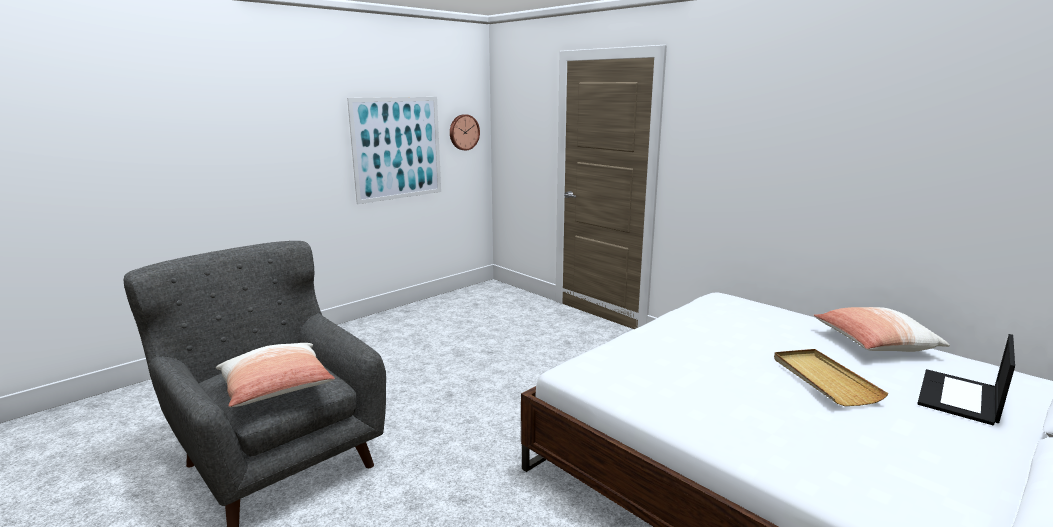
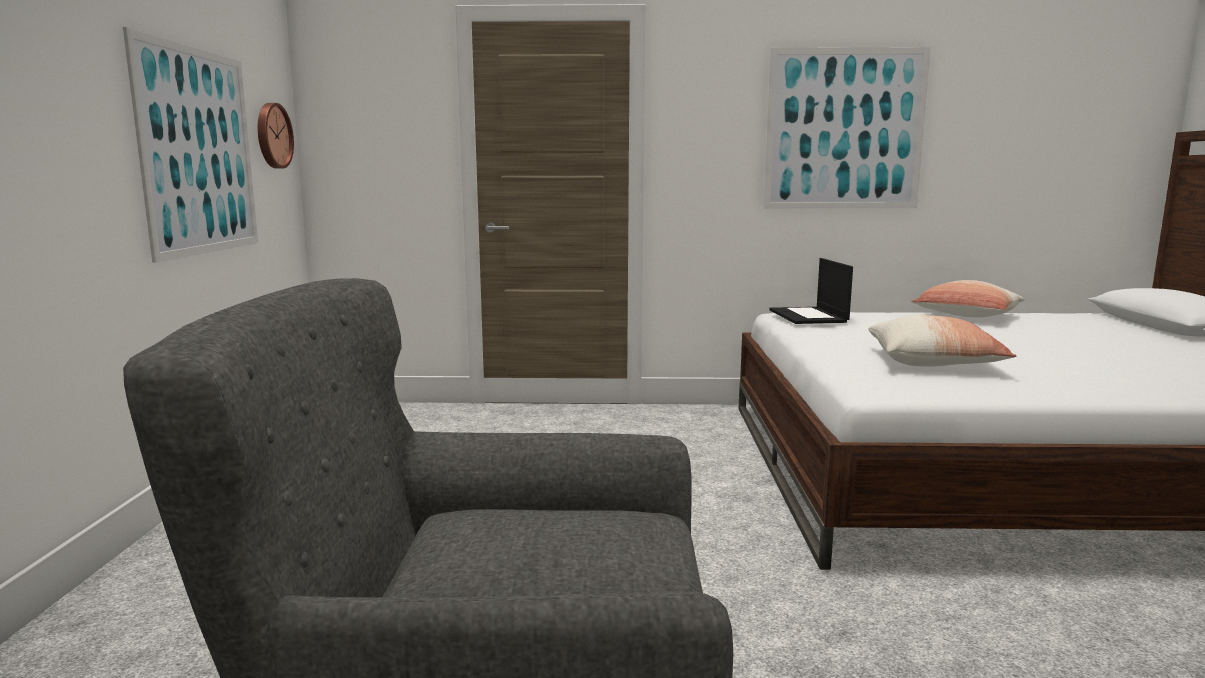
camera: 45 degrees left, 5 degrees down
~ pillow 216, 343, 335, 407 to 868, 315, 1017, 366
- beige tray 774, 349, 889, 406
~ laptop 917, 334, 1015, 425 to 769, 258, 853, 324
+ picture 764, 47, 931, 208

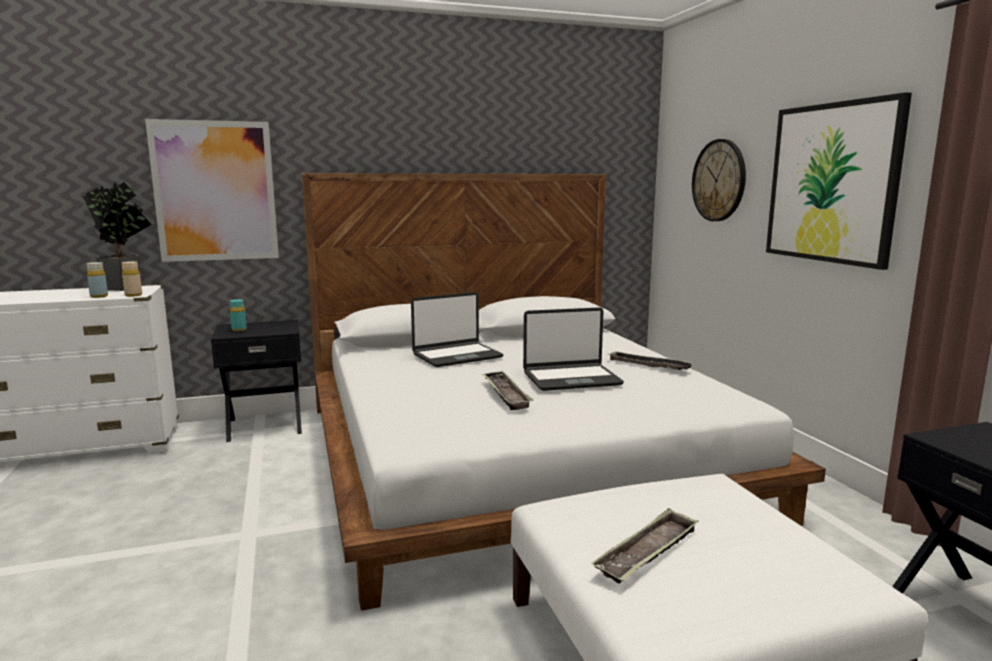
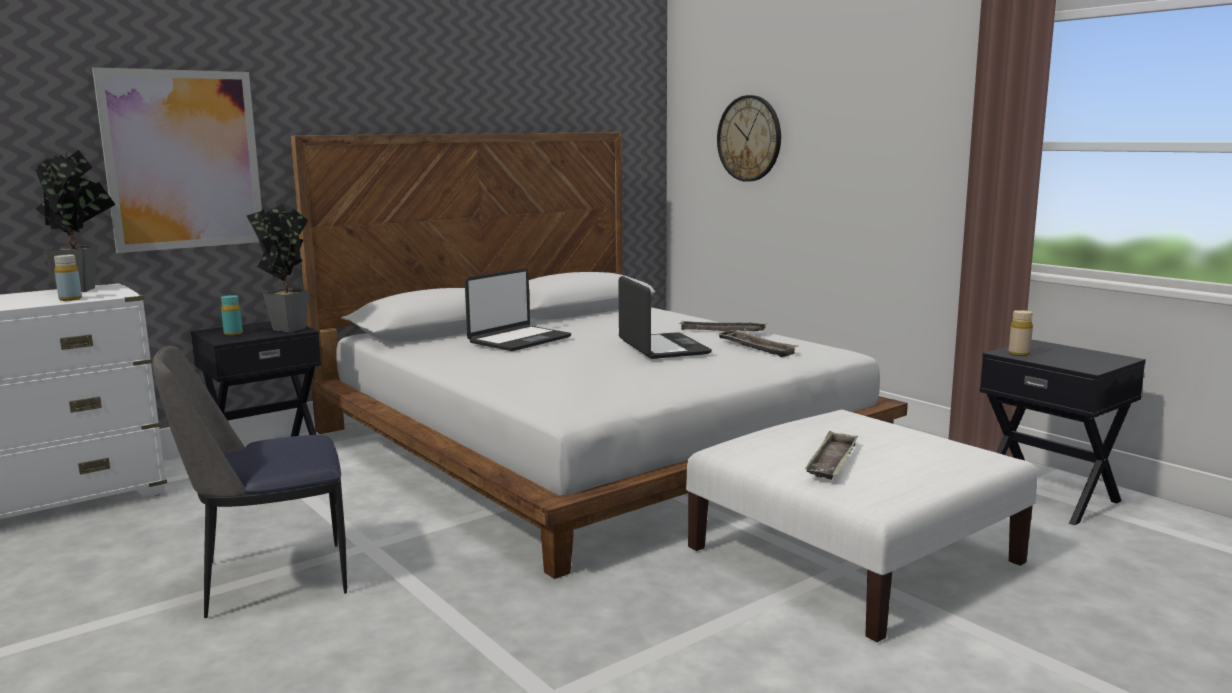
camera: 20 degrees left, 0 degrees up
~ beige bottle 122, 261, 142, 297 to 1009, 310, 1033, 356
~ tray 482, 371, 533, 410 to 717, 330, 798, 357
~ laptop 523, 307, 624, 391 = 618, 276, 712, 359 75 degrees counterclockwise
- picture 766, 92, 912, 270
+ chair 153, 346, 347, 618
+ potted plant 247, 204, 310, 332

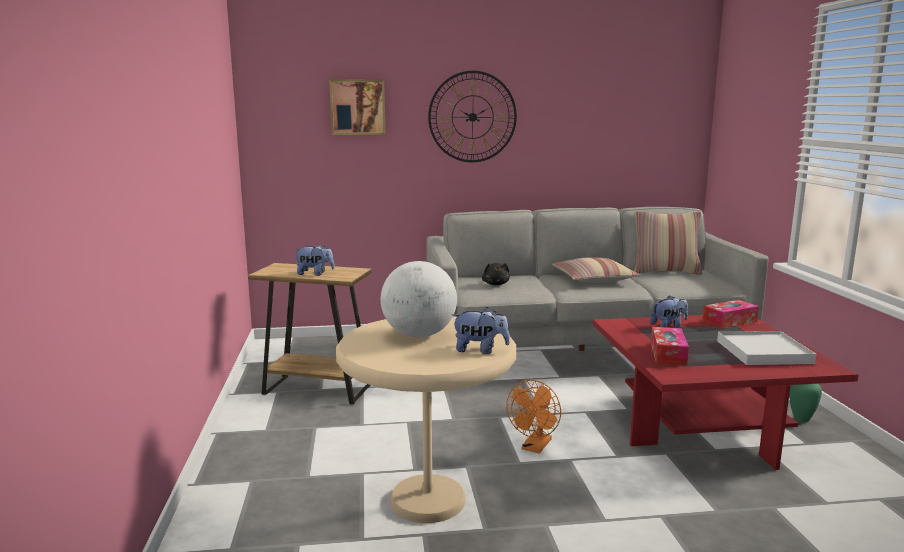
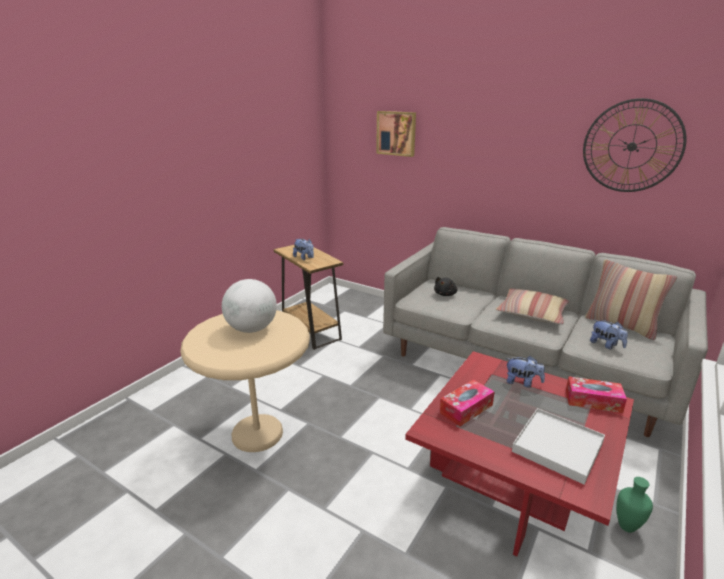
camera: 40 degrees right, 10 degrees up
~ wall clock 428, 71, 517, 162 to 583, 98, 686, 192
~ plush toy 452, 307, 510, 354 to 590, 320, 628, 349
- orange fan 506, 380, 561, 454

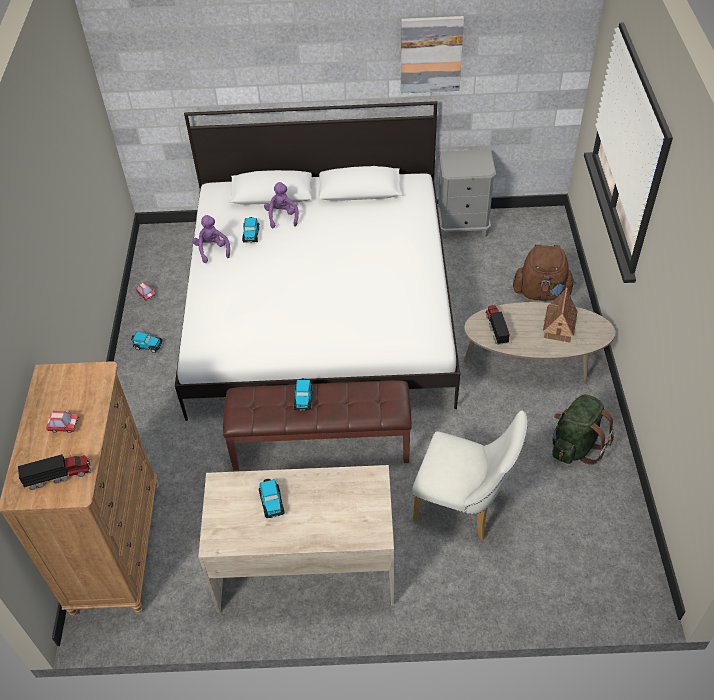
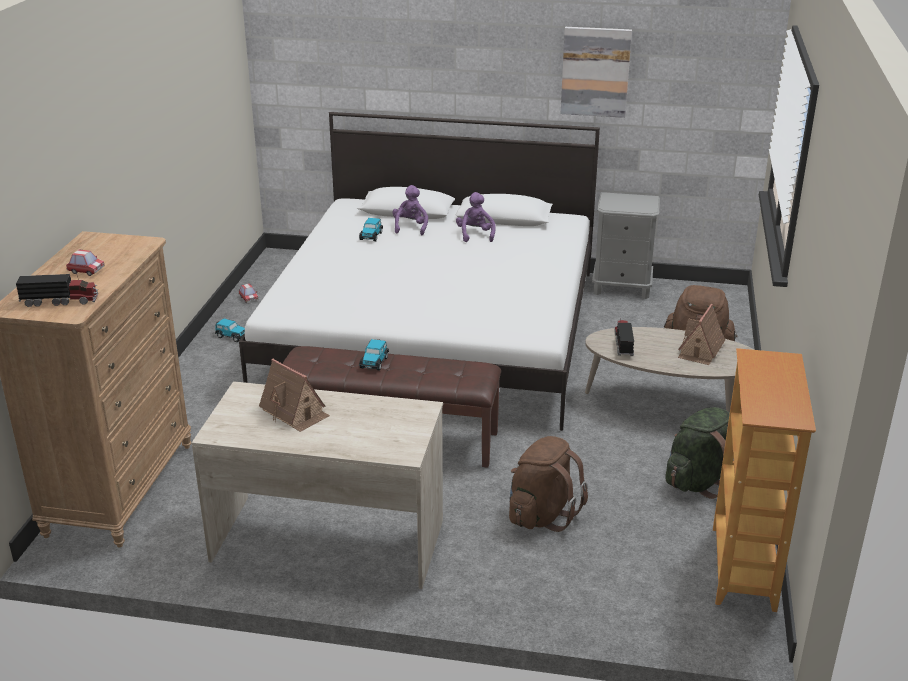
camera: 10 degrees right, 20 degrees down
~ purple plush toy 192, 215, 230, 263 to 456, 192, 496, 242
~ toy car 258, 479, 285, 518 to toy house 259, 359, 330, 432
~ white chair 412, 410, 527, 540 to brown backpack 509, 436, 588, 532
+ bookcase 713, 348, 816, 612

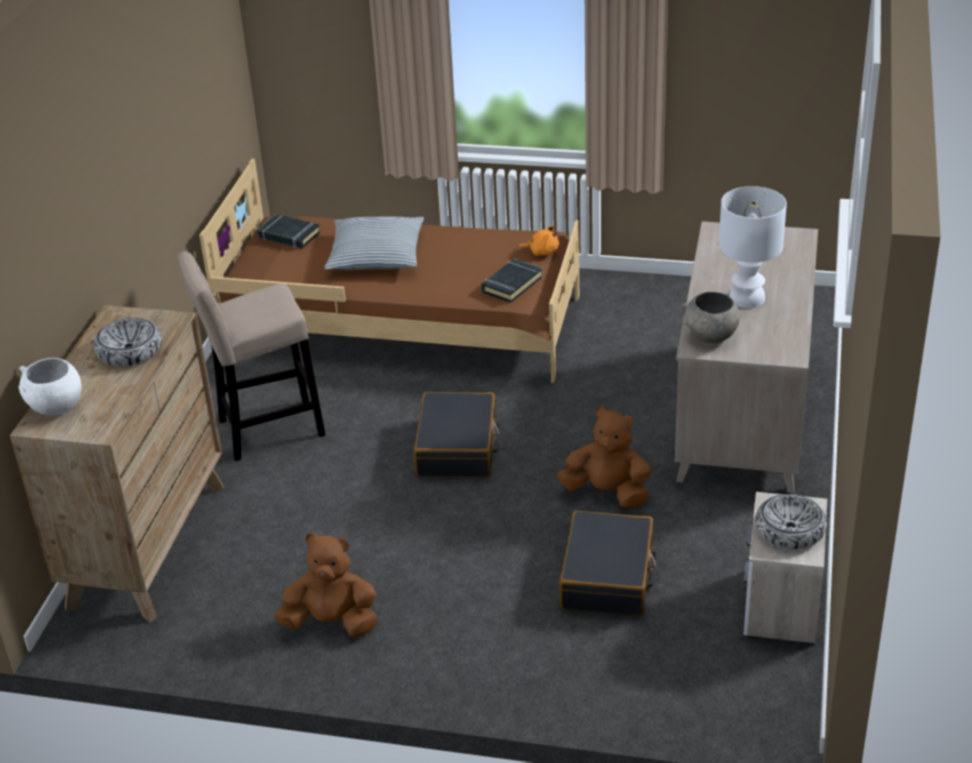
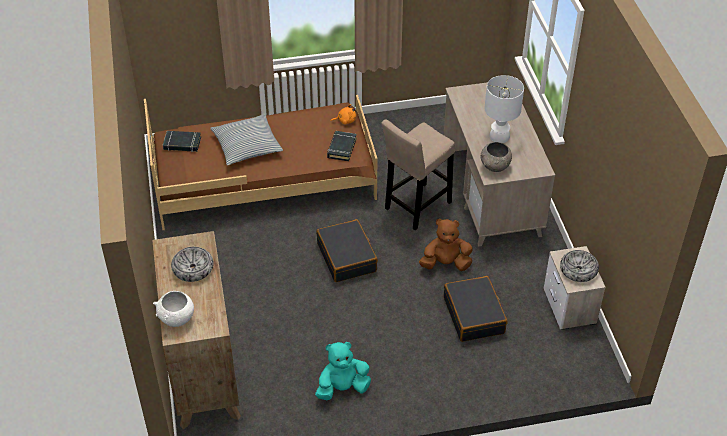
camera: 25 degrees left, 10 degrees up
~ beige stool 178, 251, 325, 461 to 381, 120, 455, 230
~ brown plush toy 274, 533, 378, 637 to turquoise plush toy 315, 342, 371, 400

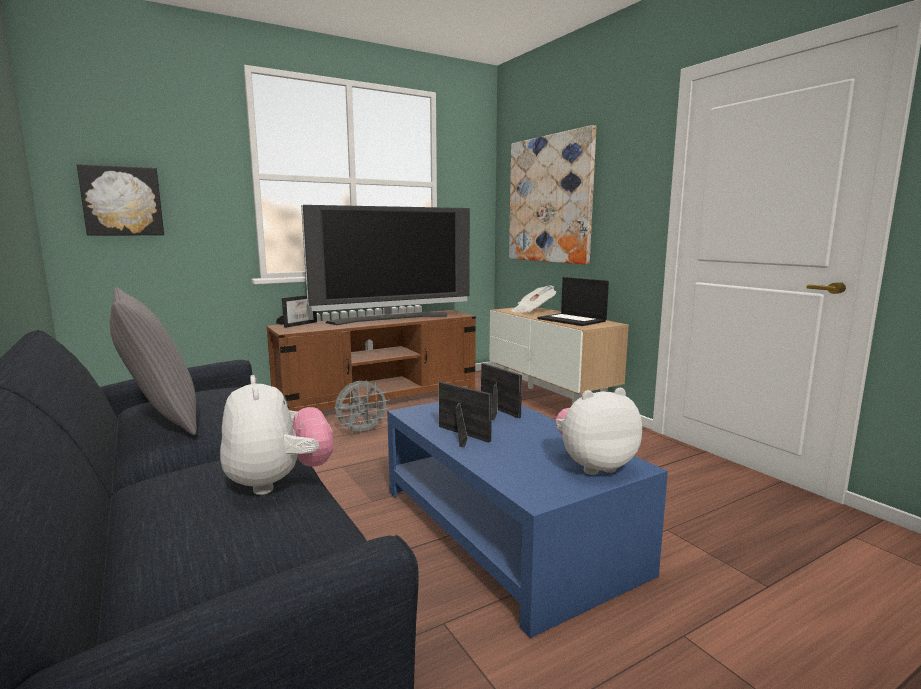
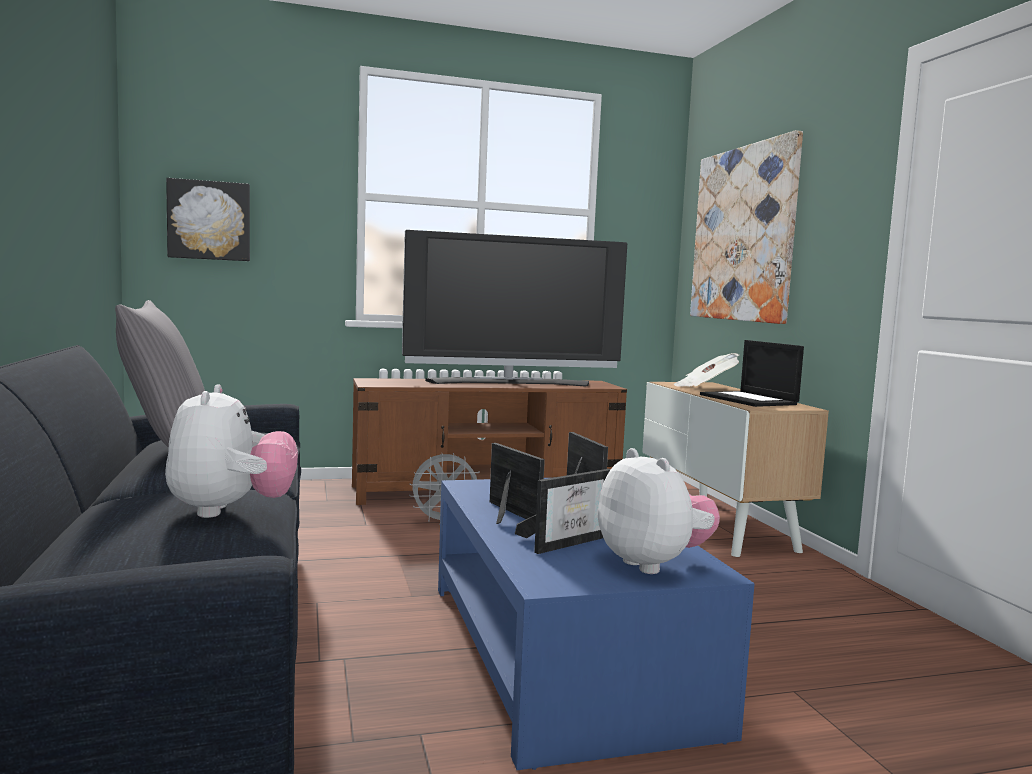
camera: 15 degrees right, 5 degrees down
~ picture frame 276, 295, 317, 328 to 515, 469, 611, 554
~ plush toy 555, 388, 642, 475 = 598, 448, 720, 574 60 degrees clockwise

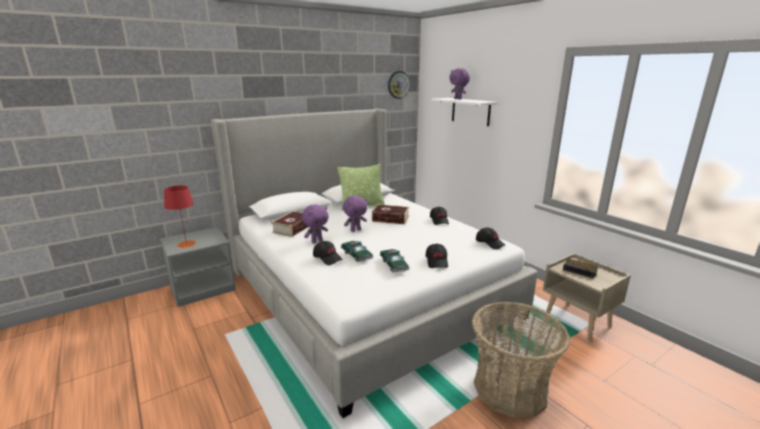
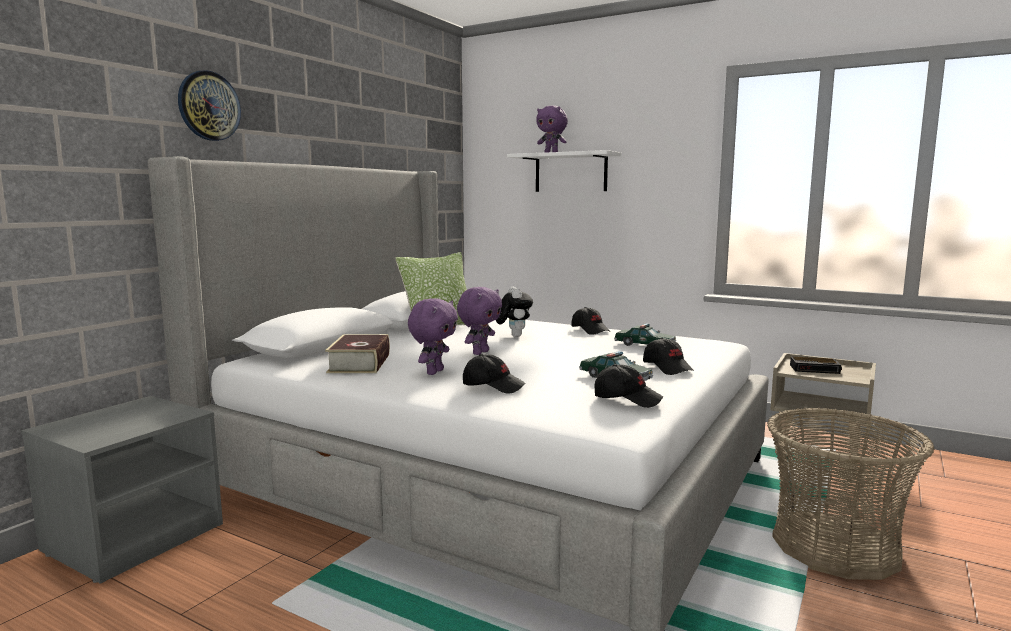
camera: 25 degrees left, 10 degrees down
- red table lamp 164, 185, 196, 248
~ toy car 341, 241, 373, 262 to 614, 323, 676, 346
~ book 372, 204, 409, 224 to plush toy 496, 287, 533, 337
~ wall clock 388, 71, 410, 99 to 178, 70, 241, 141
~ black cap 476, 228, 505, 249 to 594, 364, 663, 408

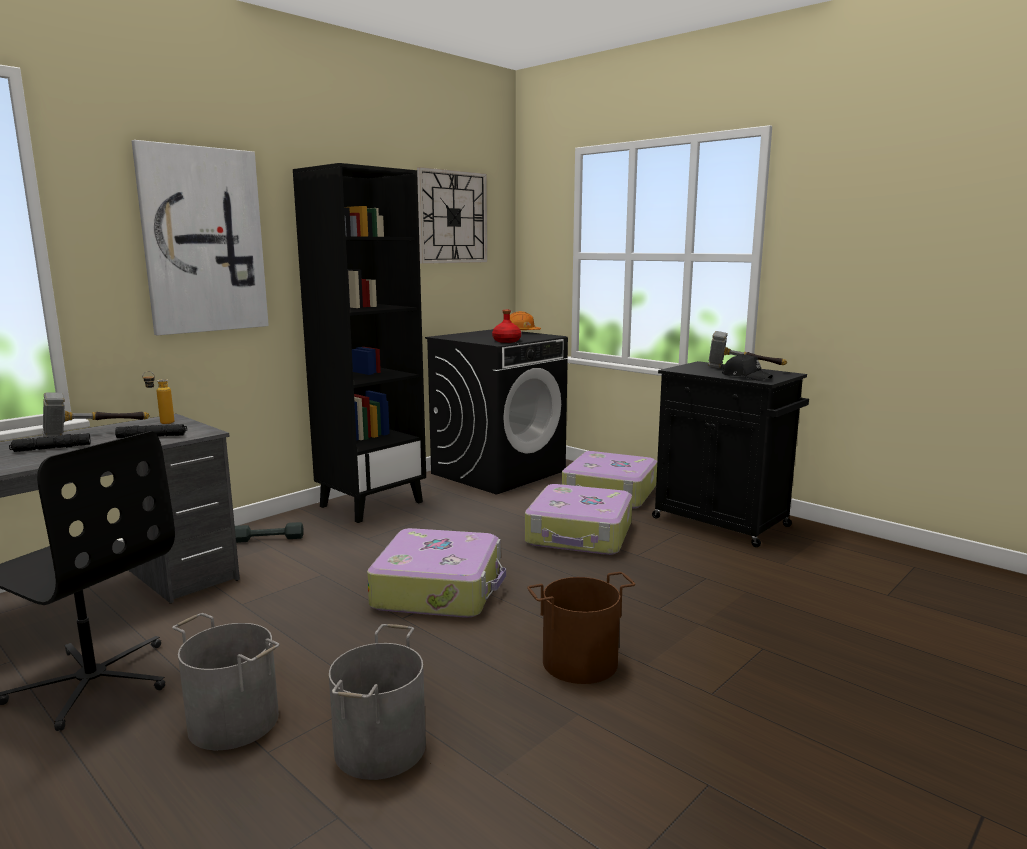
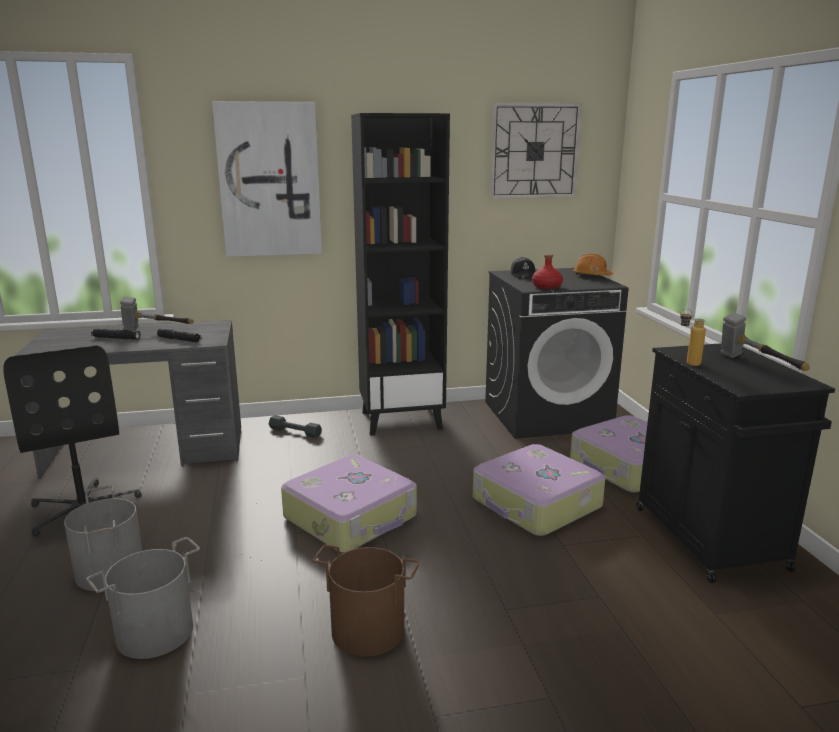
camera: 35 degrees right, 5 degrees up
~ bottle 142, 371, 174, 424 to 680, 309, 706, 366
~ black cap 722, 354, 773, 381 to 510, 257, 536, 279

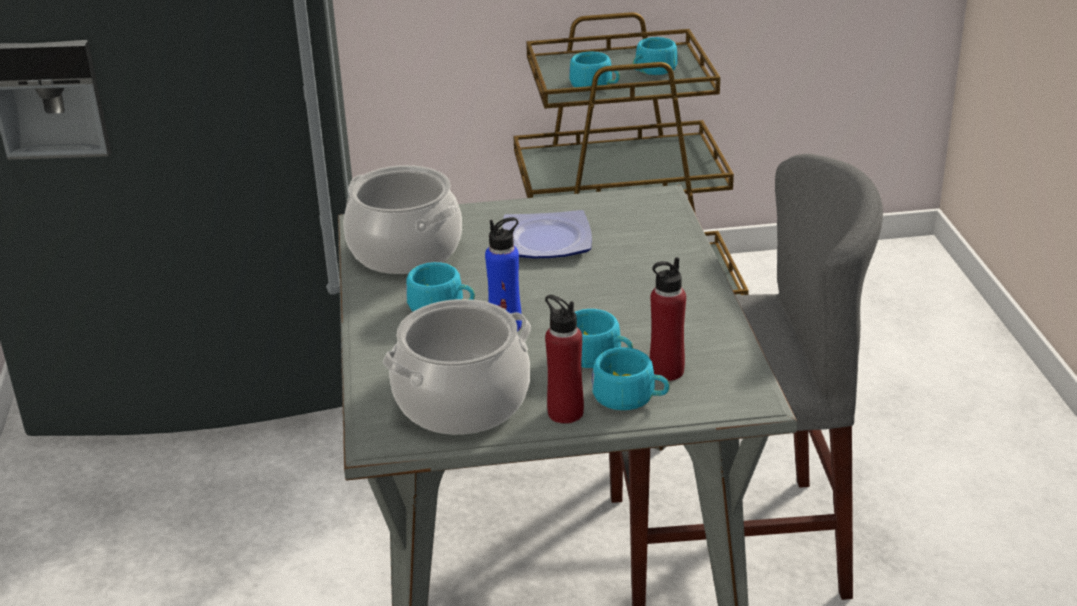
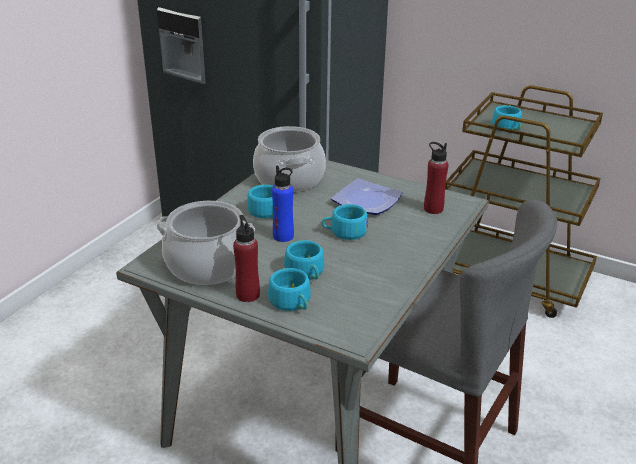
camera: 35 degrees right, 0 degrees up
~ turquoise cup 633, 37, 678, 75 to 322, 204, 368, 240
~ red bottle 650, 257, 686, 381 to 424, 142, 448, 214

